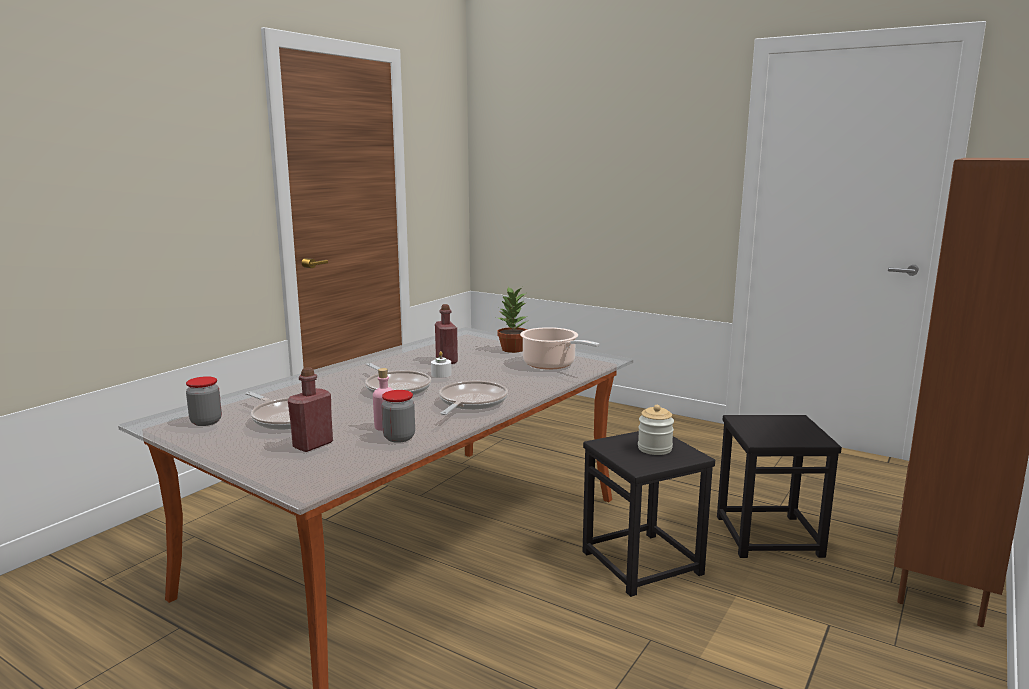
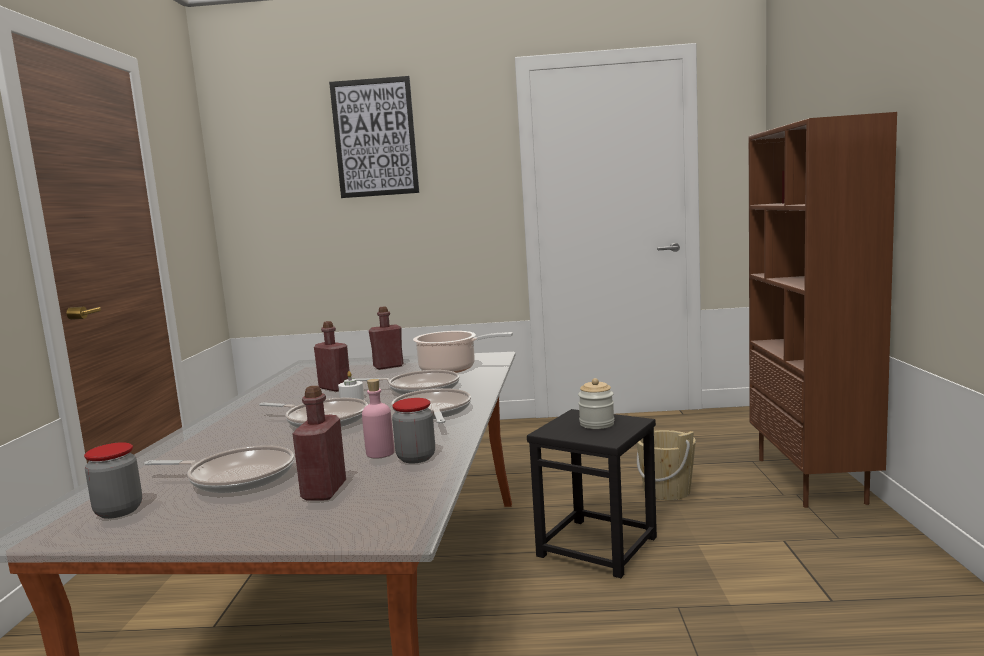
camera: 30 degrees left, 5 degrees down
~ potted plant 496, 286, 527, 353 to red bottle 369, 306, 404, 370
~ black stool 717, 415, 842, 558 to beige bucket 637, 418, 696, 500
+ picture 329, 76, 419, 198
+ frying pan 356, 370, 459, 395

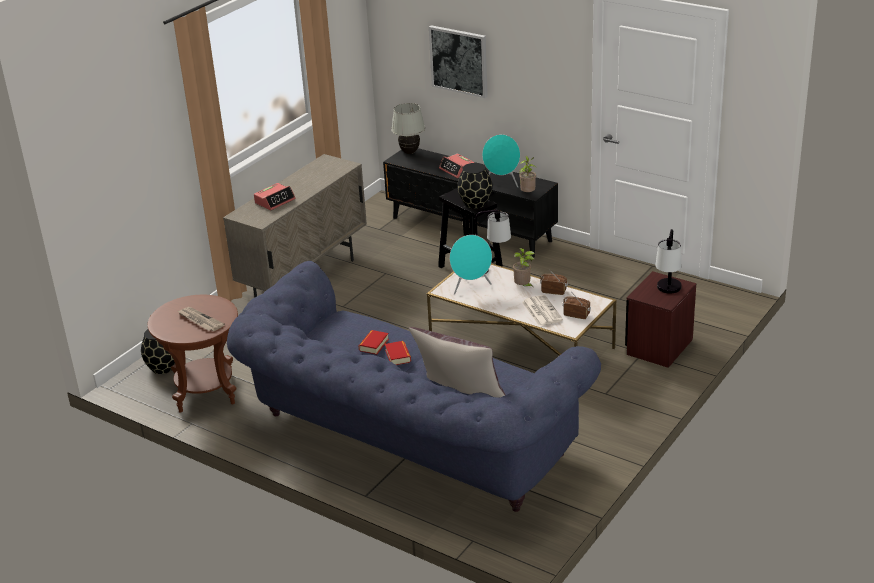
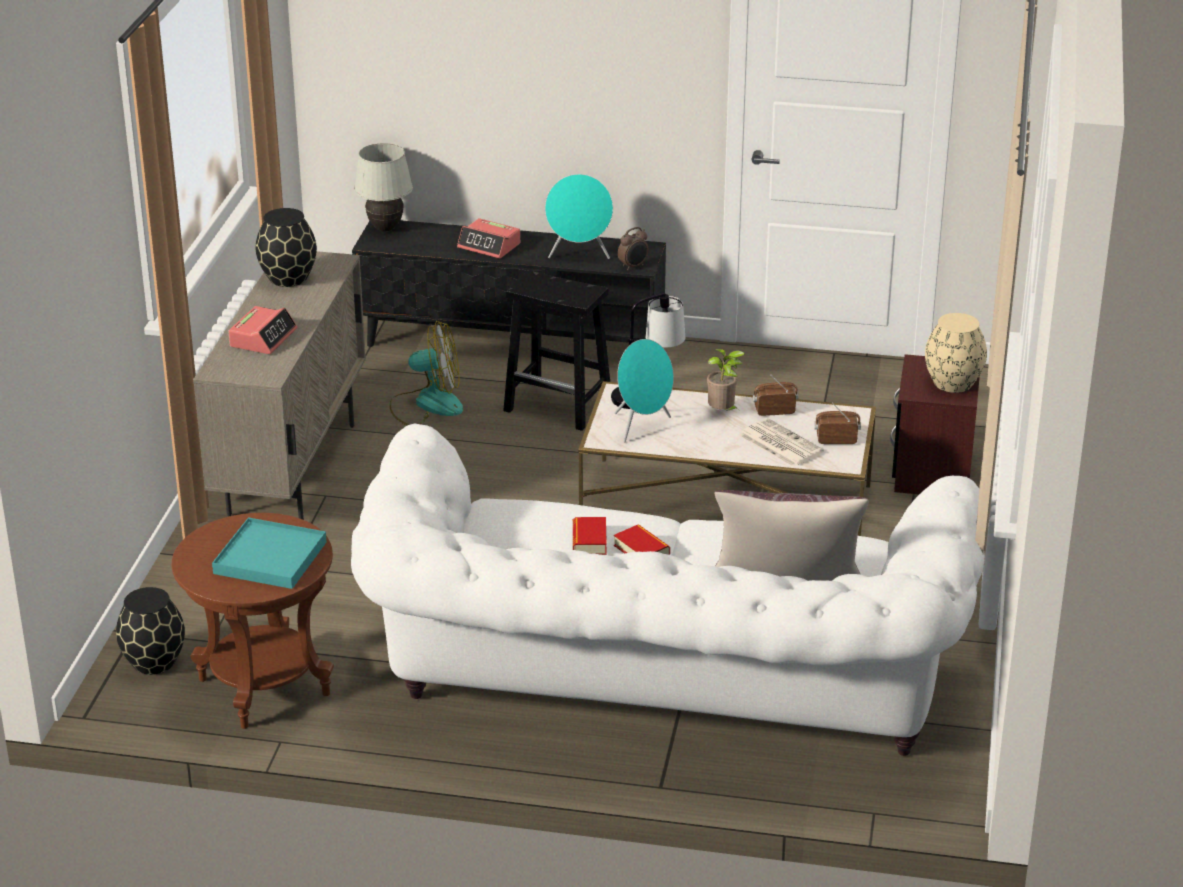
camera: 25 degrees left, 0 degrees up
~ newspaper 178, 307, 225, 331 to turquoise tray 212, 517, 326, 589
~ blue sofa 227, 261, 601, 512 to white sofa 351, 423, 985, 756
- picture 429, 25, 488, 98
~ black vase 457, 163, 492, 209 to 256, 208, 317, 287
~ potted plant 519, 156, 536, 192 to alarm clock 618, 227, 648, 271
~ table lamp 655, 229, 682, 294 to beige vase 925, 313, 987, 393
+ fan 389, 321, 463, 426

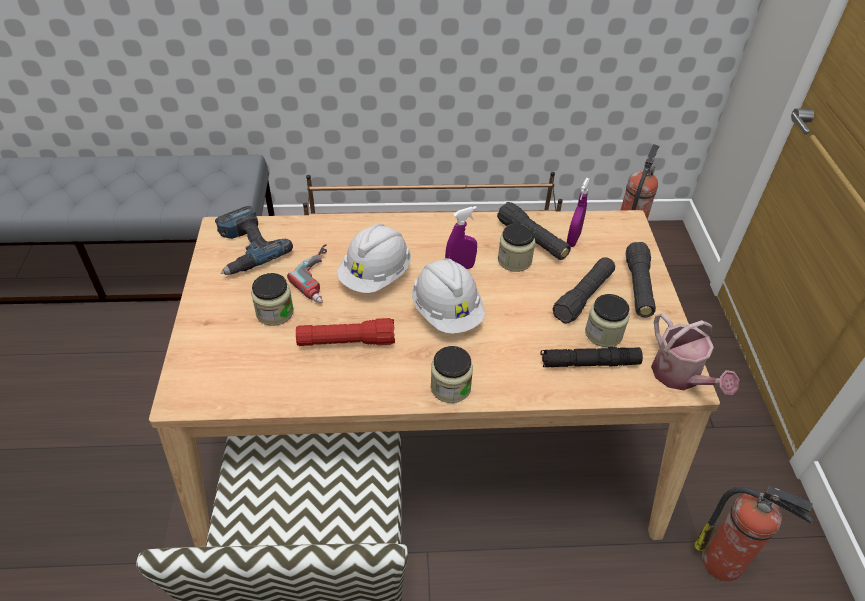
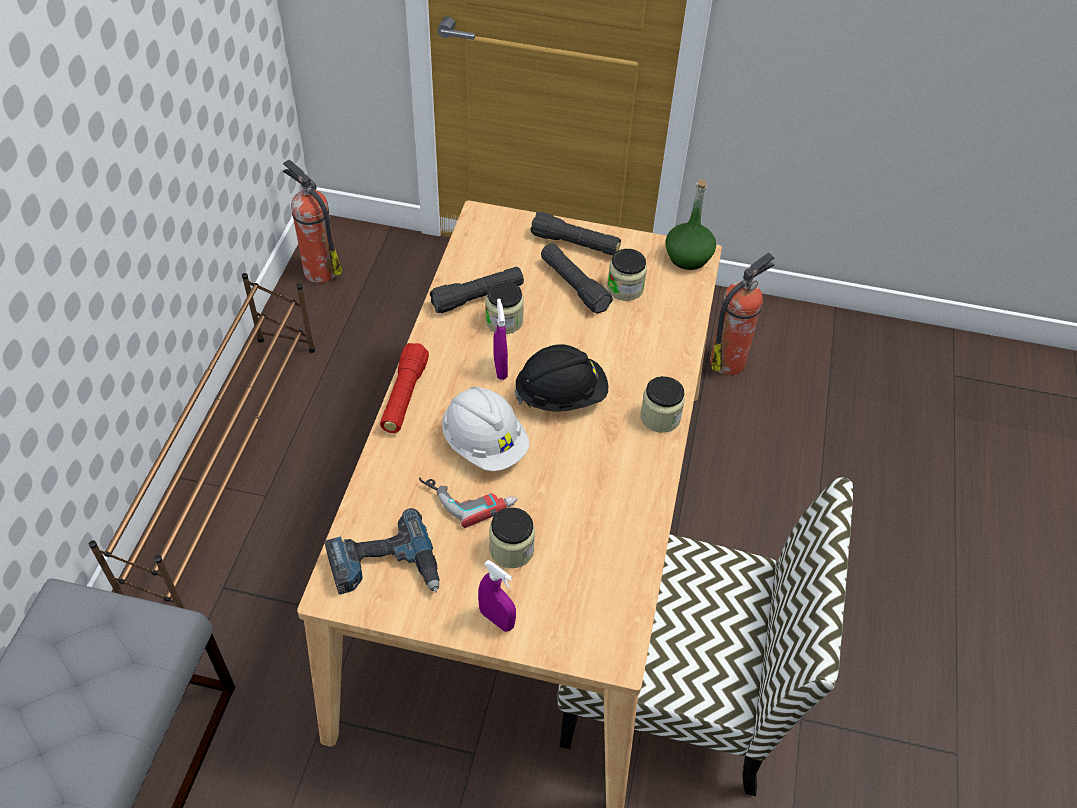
camera: 75 degrees left, 5 degrees up
~ red flashlight 296, 318, 395, 346 to 380, 343, 429, 433
~ white hard hat 412, 258, 485, 334 to black hard hat 514, 344, 608, 412
- black flashlight 540, 347, 643, 367
~ purple spray bottle 567, 178, 590, 247 to 478, 560, 516, 632
~ watering can 651, 313, 739, 395 to green bottle 665, 179, 716, 270

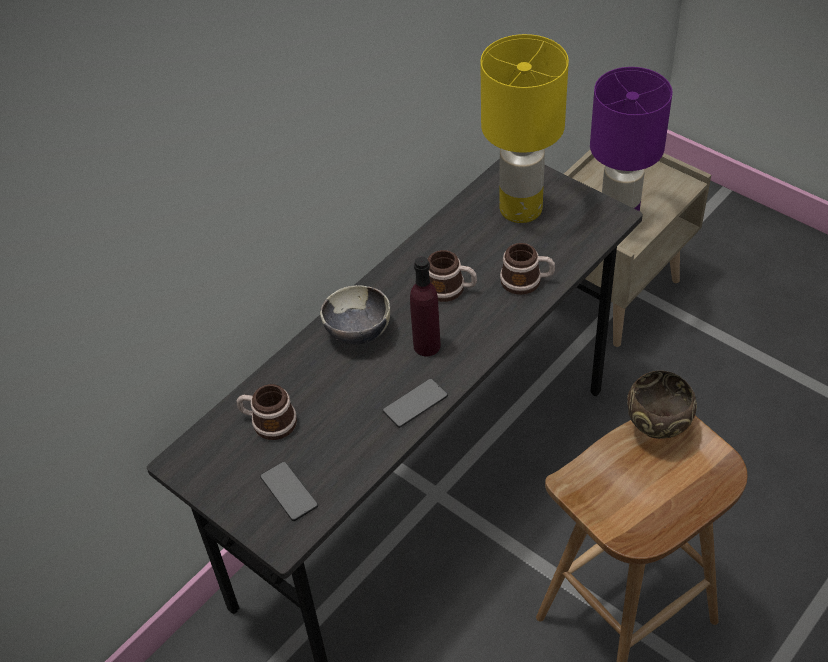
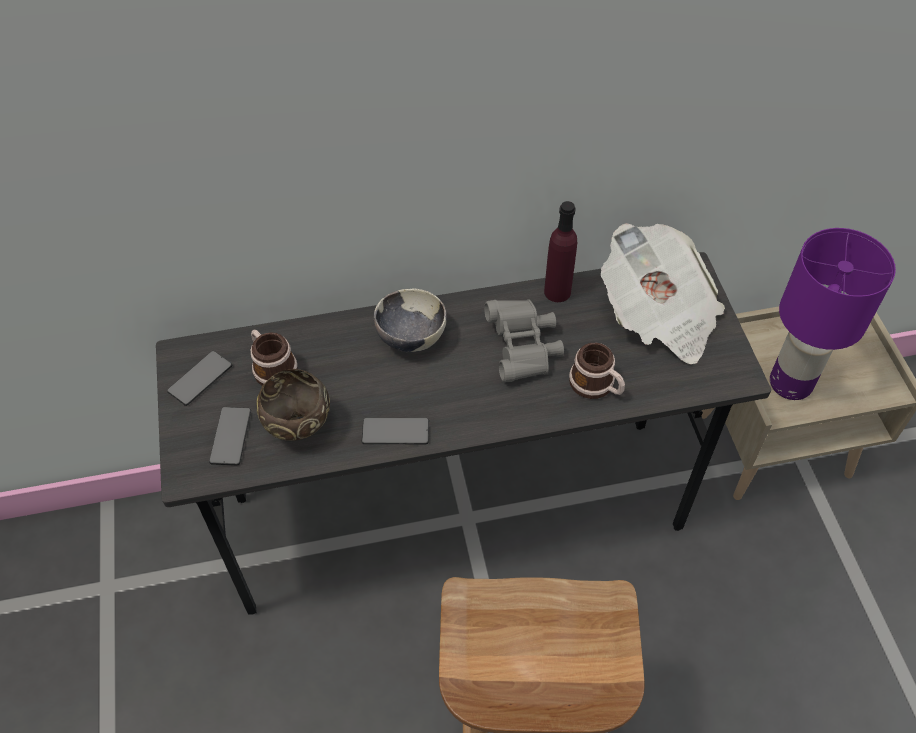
camera: 35 degrees right, 5 degrees up
~ purple bottle 410, 257, 441, 356 to 544, 201, 577, 302
~ mug 428, 250, 477, 302 to grey binoculars 484, 299, 564, 382
~ yellow table lamp 480, 34, 569, 223 to newspaper 601, 223, 725, 364
~ brown bowl 627, 370, 697, 439 to 256, 369, 330, 441
+ phone 167, 351, 232, 406

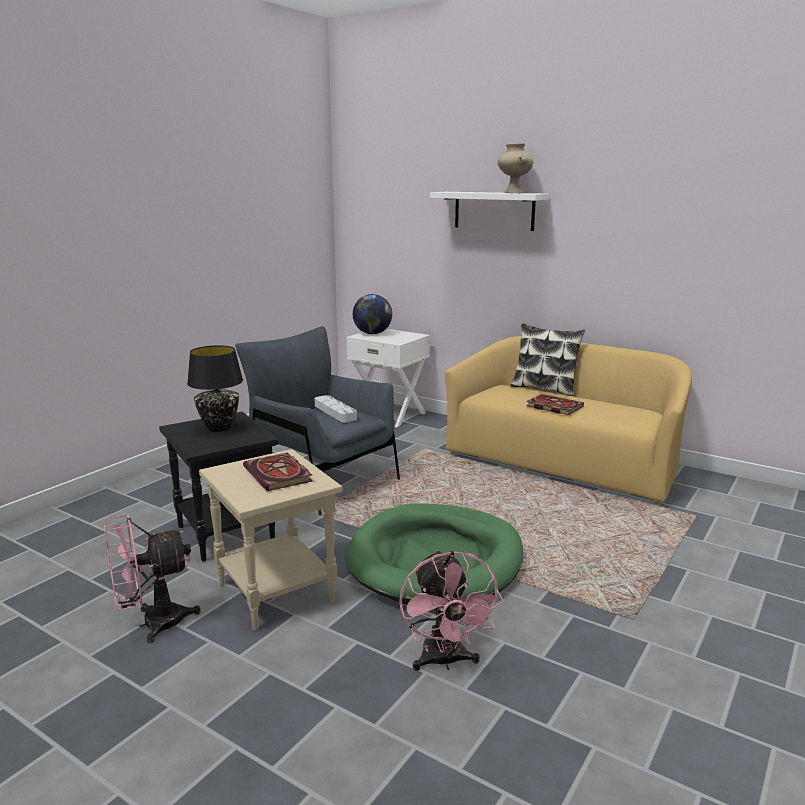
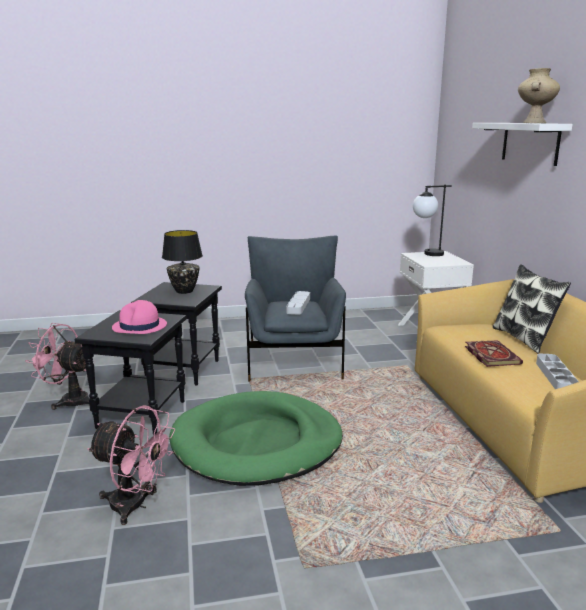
camera: 45 degrees right, 0 degrees up
~ beige side table 199, 449, 343, 631 to black side table 75, 310, 187, 435
~ book 243, 453, 313, 491 to pink hat 112, 300, 167, 334
~ globe 353, 294, 392, 334 to table lamp 413, 185, 452, 256
~ pink fan 399, 550, 504, 671 = 87, 405, 175, 525 105 degrees counterclockwise
+ grey tray 536, 354, 579, 389

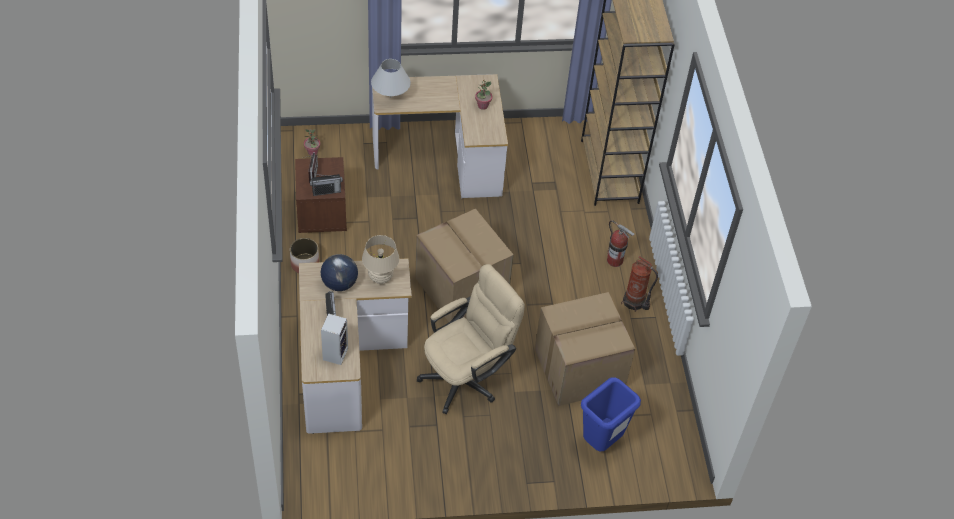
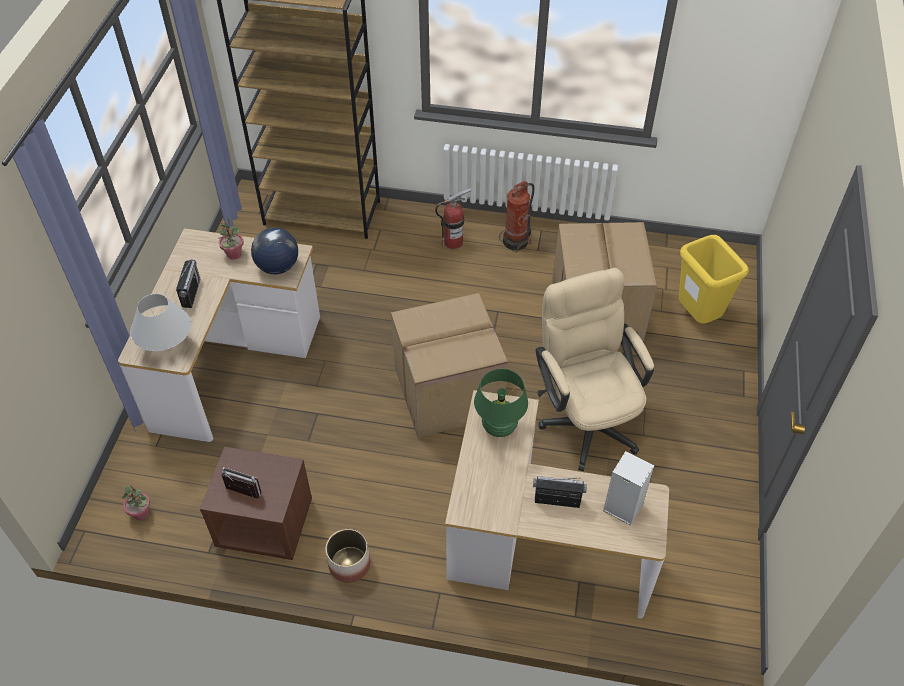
camera: 70 degrees left, 0 degrees up
~ radio 310, 174, 343, 196 to 176, 260, 200, 308
~ globe 321, 254, 358, 291 to 251, 228, 298, 274
~ beige table lamp 362, 235, 399, 284 to green table lamp 474, 368, 528, 437
~ blue trash can 581, 377, 641, 451 to yellow trash can 679, 235, 749, 323

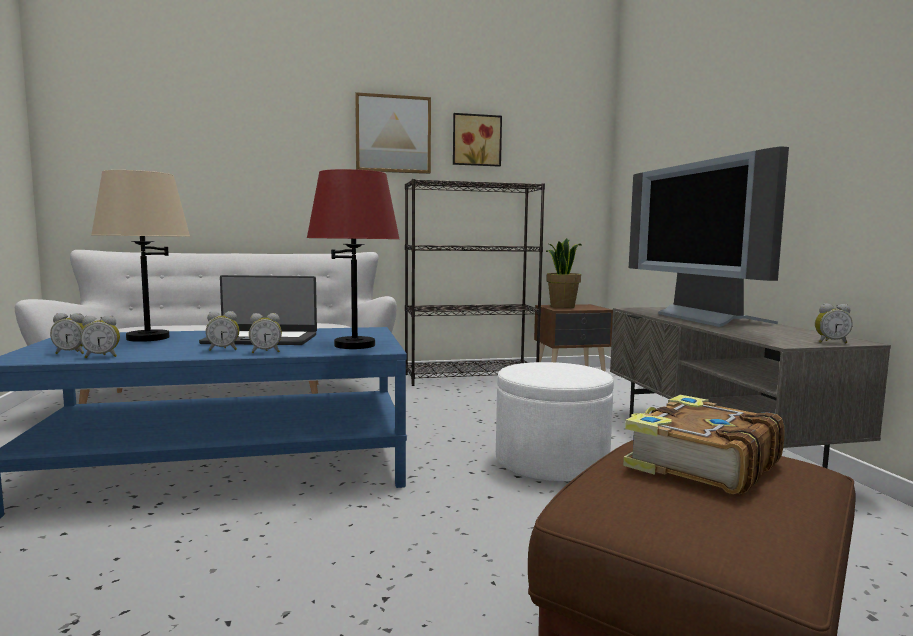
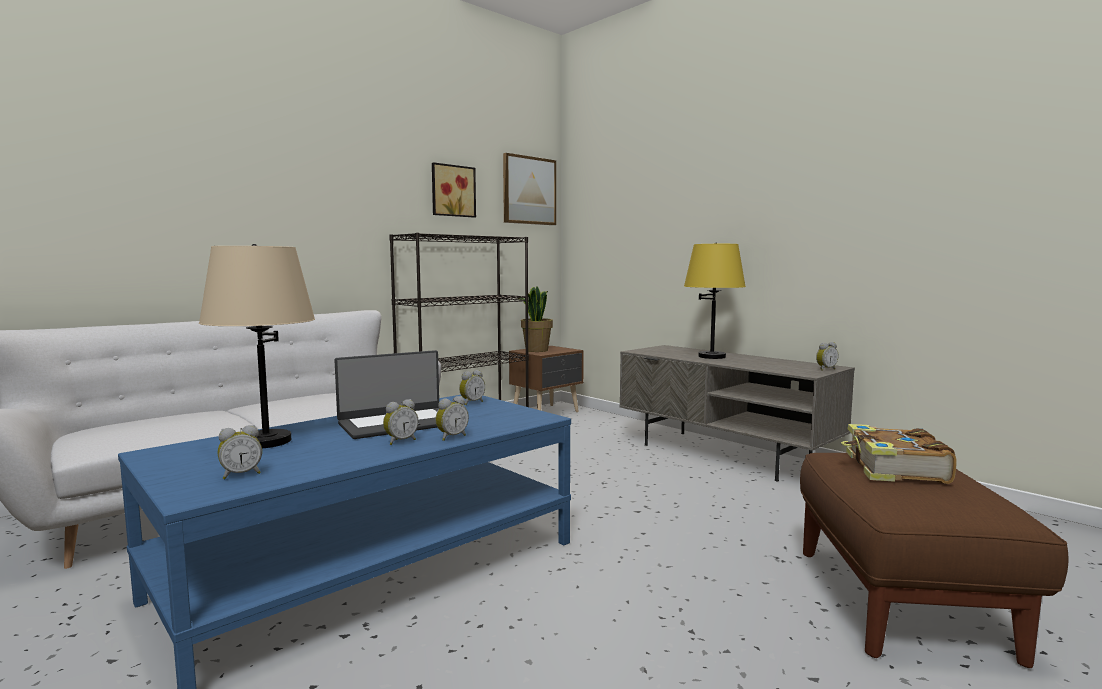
camera: 30 degrees left, 0 degrees up
~ alarm clock 80, 315, 120, 358 to 459, 370, 485, 405
- red table lamp 307, 169, 399, 349
~ picture 355, 92, 431, 174 to 503, 153, 556, 225
- white ottoman 496, 362, 614, 481
~ television 629, 146, 789, 327 to yellow table lamp 684, 243, 746, 359

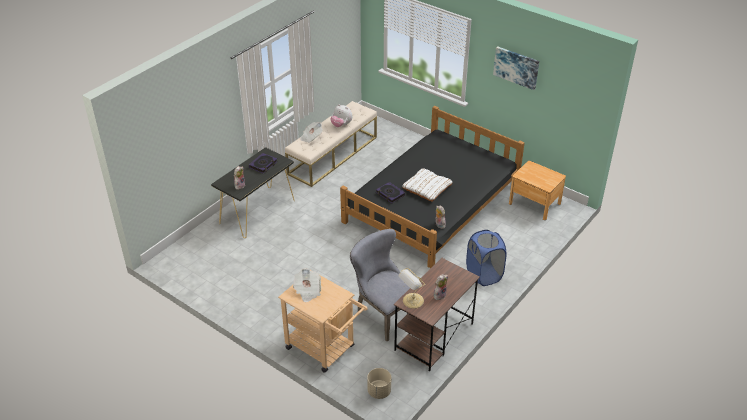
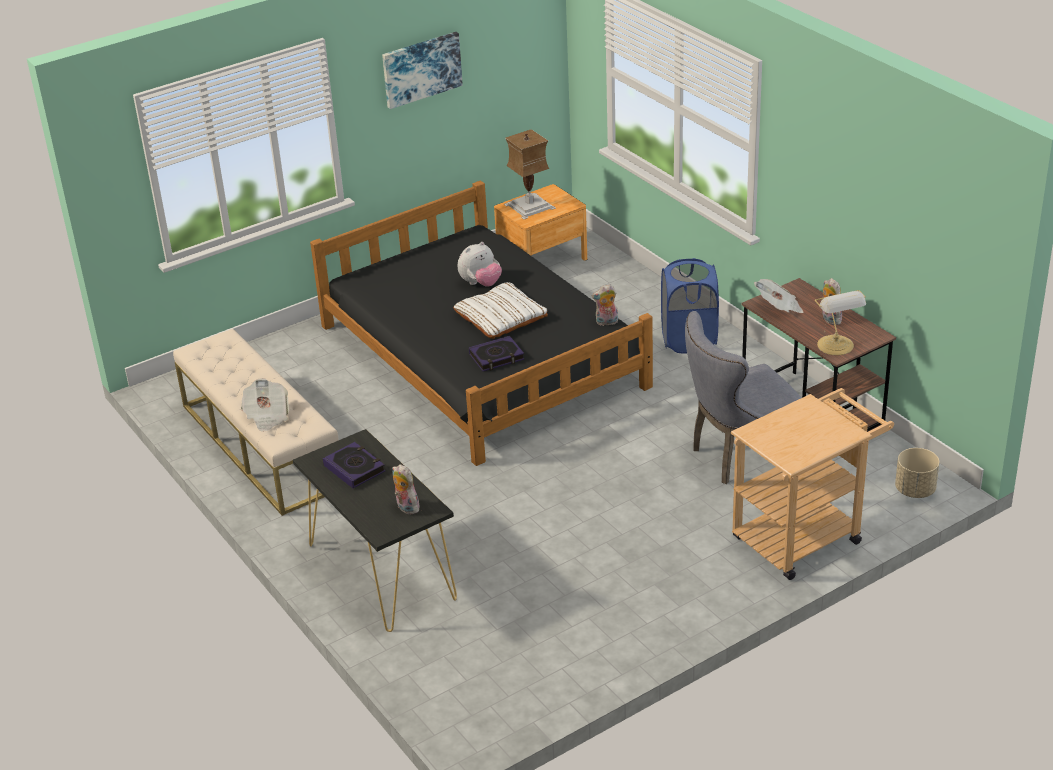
camera: 70 degrees left, 5 degrees down
~ newspaper 293, 268, 321, 302 to 754, 279, 804, 313
~ plush toy 330, 104, 352, 127 to 458, 242, 502, 287
+ table lamp 504, 129, 556, 219

